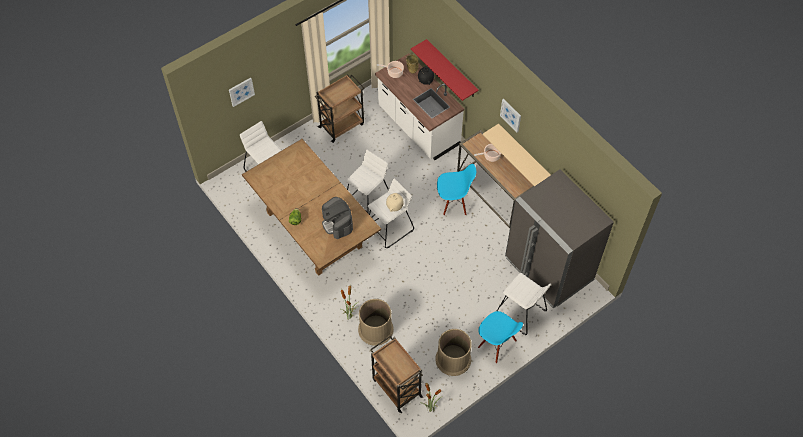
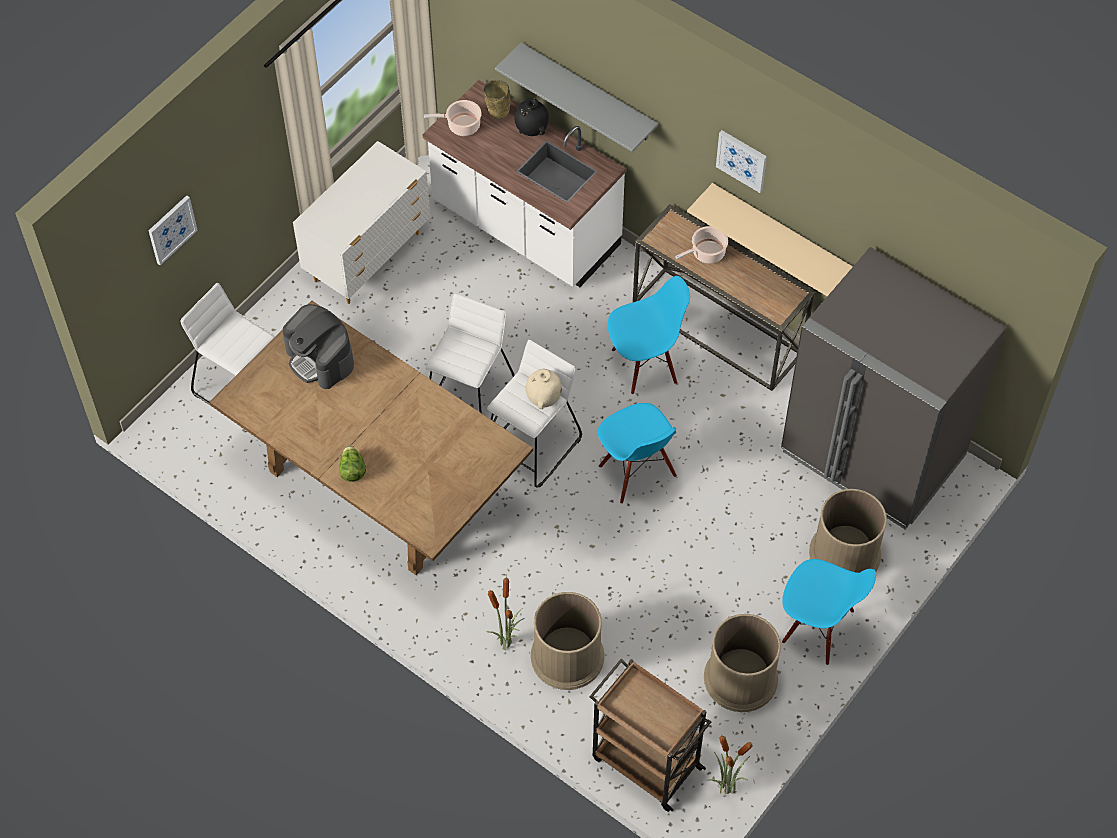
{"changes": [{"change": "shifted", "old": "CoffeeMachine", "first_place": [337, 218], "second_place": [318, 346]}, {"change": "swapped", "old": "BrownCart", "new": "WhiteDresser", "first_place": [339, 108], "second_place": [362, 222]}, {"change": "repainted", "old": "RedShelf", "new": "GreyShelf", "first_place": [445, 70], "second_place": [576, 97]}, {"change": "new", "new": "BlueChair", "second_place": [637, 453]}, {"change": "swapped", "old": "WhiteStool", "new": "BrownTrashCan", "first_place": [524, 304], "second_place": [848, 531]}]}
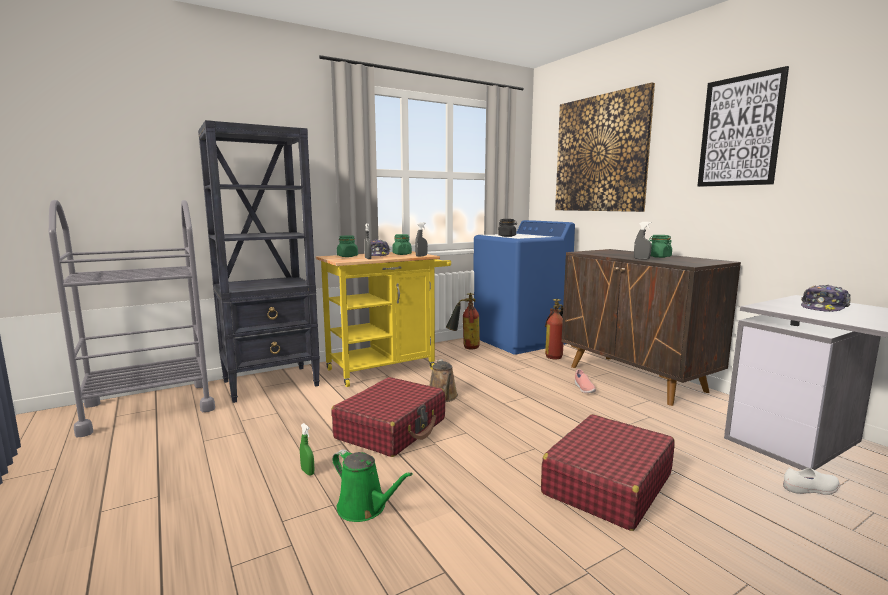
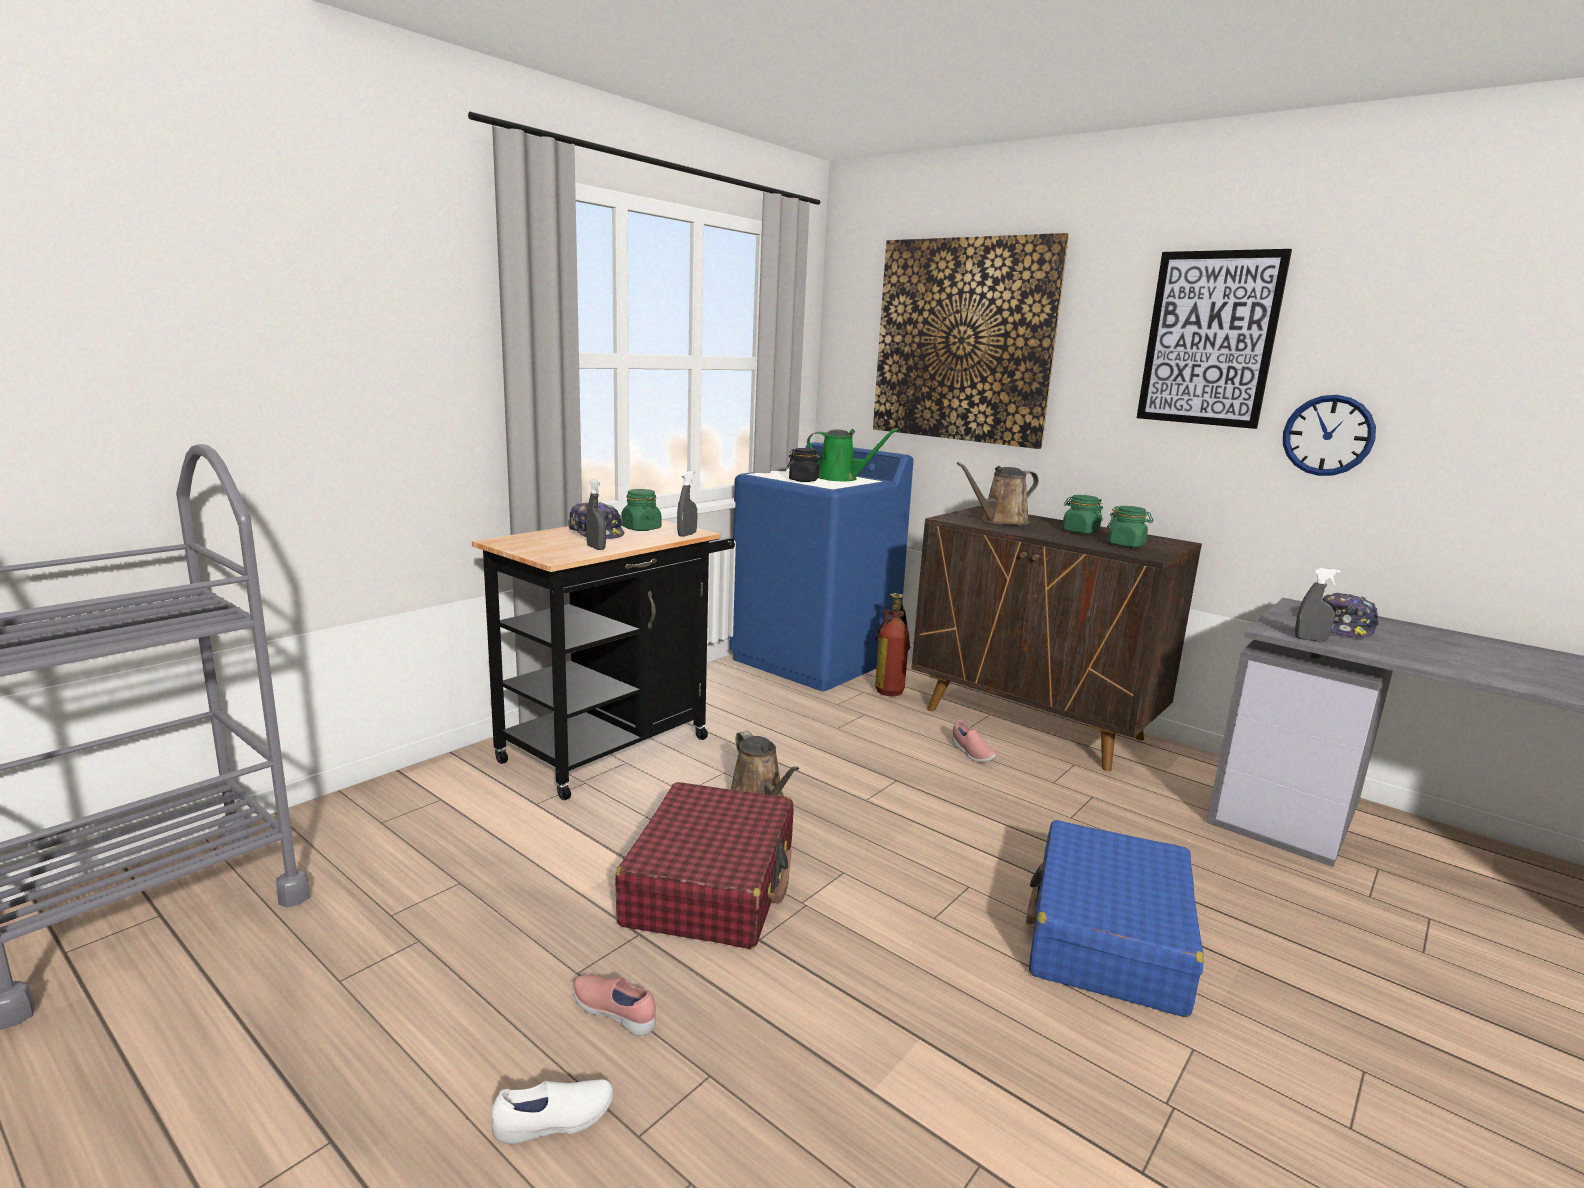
{"changes": [{"change": "repainted", "old": "YellowCart", "new": "BlackCart", "first_place": [383, 319], "second_place": [603, 660]}, {"change": "shifted", "old": "WhiteShoe", "first_place": [811, 481], "second_place": [552, 1111]}, {"change": "swapped", "old": "GreenSprayBottle", "new": "PinkShoe", "first_place": [307, 449], "second_place": [614, 1005]}, {"change": "shifted", "old": "GreenWateringCan", "first_place": [372, 485], "second_place": [853, 454]}, {"change": "new", "new": "BrownWateringCan", "second_place": [998, 493]}, {"change": "repainted", "old": "RedSuitcase", "new": "BlueSuitcase", "first_place": [608, 472], "second_place": [1115, 918]}, {"change": "shifted", "old": "GreenJar", "first_place": [347, 246], "second_place": [1130, 526]}, {"change": "new", "new": "WallClock", "second_place": [1329, 435]}, {"change": "shifted", "old": "GreySprayBottle", "first_place": [643, 241], "second_place": [1318, 604]}, {"change": "gone", "old": "BlackBookcase", "first_place": [259, 261]}, {"change": "gone", "old": "FireExtinguisher", "first_place": [463, 321]}]}
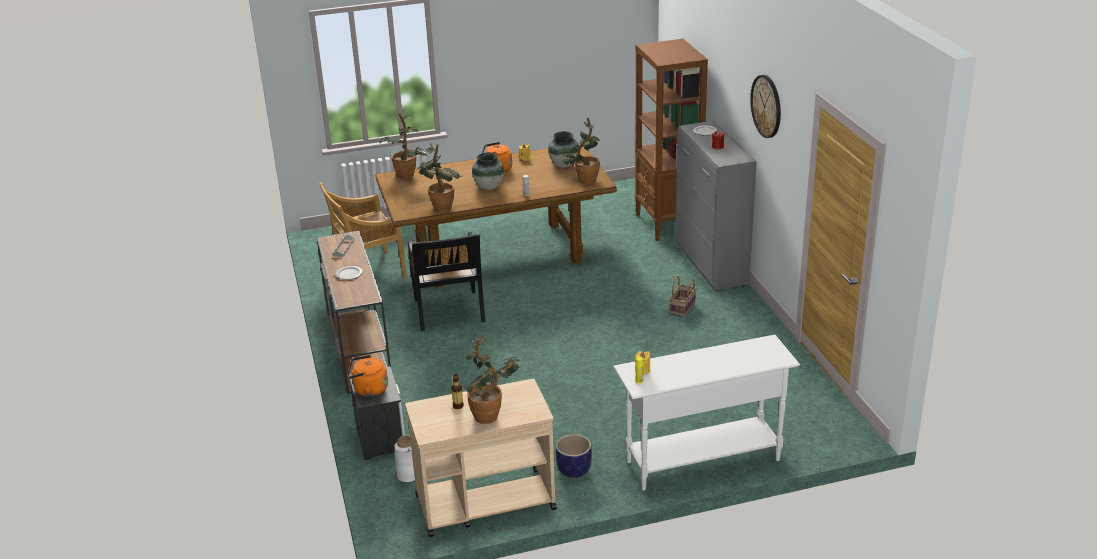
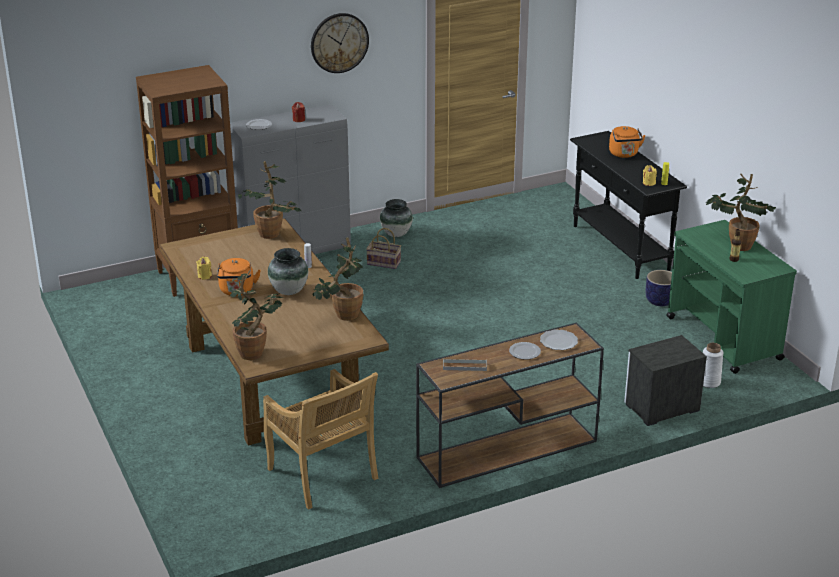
{"changes": [{"change": "shifted", "old": "Vase", "first_place": [563, 149], "second_place": [396, 218]}, {"change": "new", "new": "Plate", "second_place": [559, 340]}, {"change": "repainted", "old": "WhiteConsoleTable", "new": "BlackConsoleTable", "first_place": [706, 412], "second_place": [628, 205]}, {"change": "shifted", "old": "OrangeKettle", "first_place": [367, 376], "second_place": [627, 142]}, {"change": "repainted", "old": "BeigeCart", "new": "GreenCart", "first_place": [481, 458], "second_place": [731, 297]}, {"change": "gone", "old": "BlackChair", "first_place": [447, 281]}]}
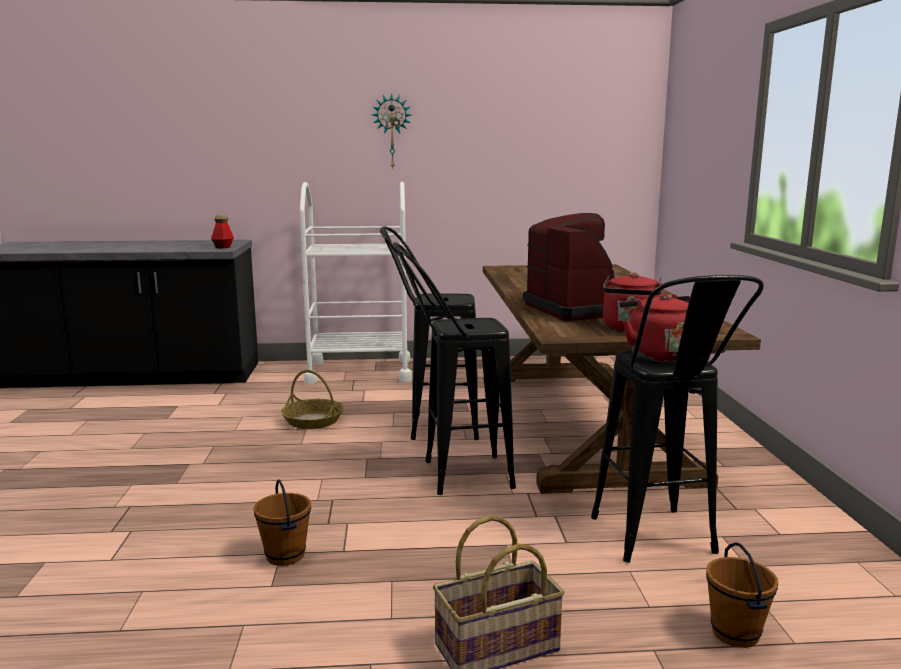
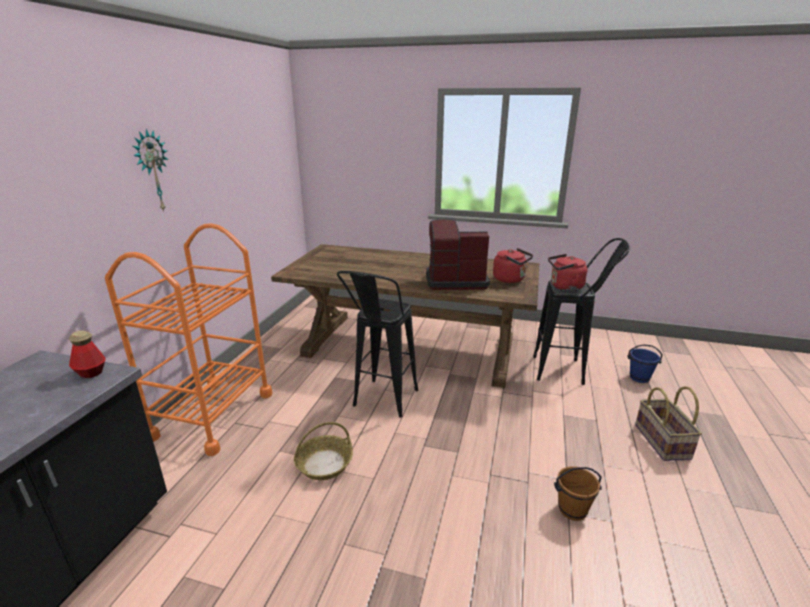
{"changes": [{"change": "repainted", "old": "WhiteCart", "new": "OrangeCart", "first_place": [356, 283], "second_place": [188, 339]}, {"change": "repainted", "old": "BrownBucket", "new": "BlueBucket", "first_place": [742, 595], "second_place": [645, 363]}, {"change": "gone", "old": "BlackStool", "first_place": [454, 368]}]}
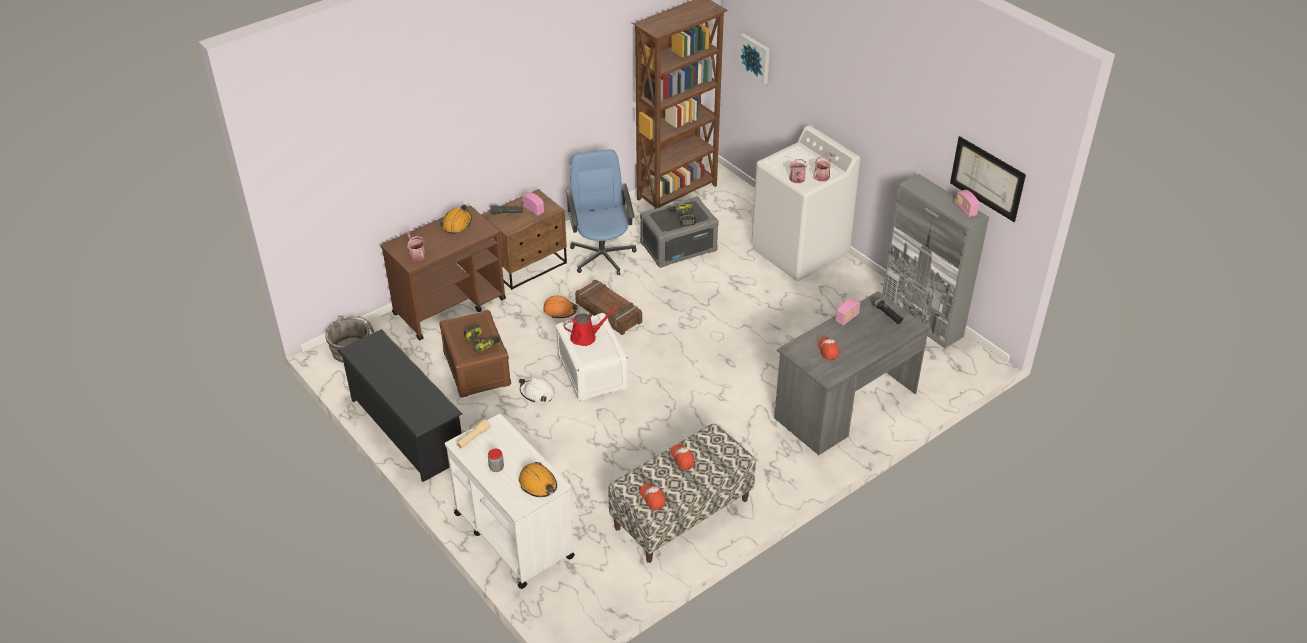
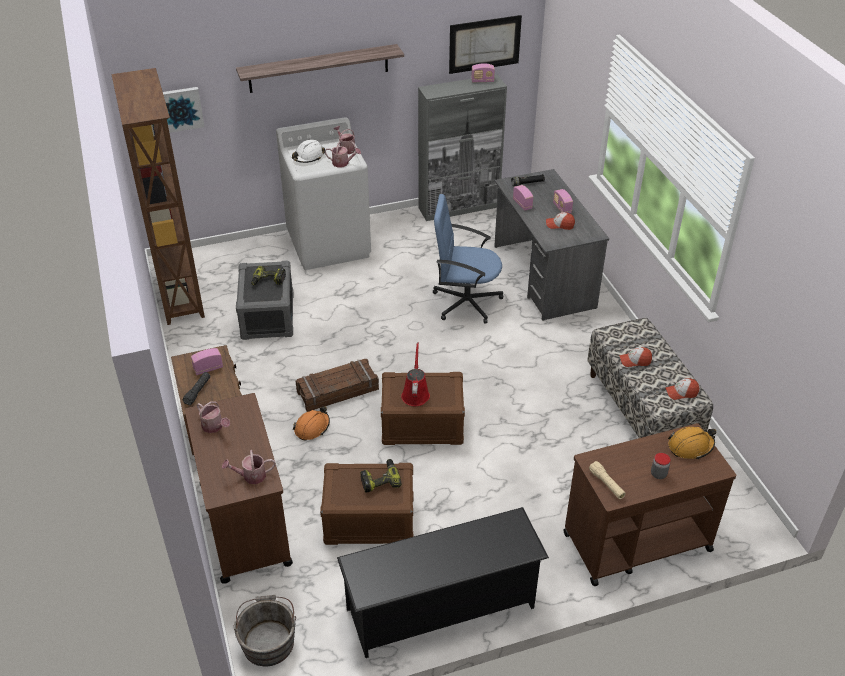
{"changes": [{"change": "swapped", "old": "OrangeHardHat", "new": "WateringCan", "first_place": [456, 219], "second_place": [213, 417]}, {"change": "new", "new": "Shelf", "second_place": [320, 68]}, {"change": "shifted", "old": "WhiteHardHat", "first_place": [537, 390], "second_place": [308, 151]}, {"change": "repainted", "old": "WhiteStorageBox", "new": "BrownStorageBox", "first_place": [592, 357], "second_place": [423, 408]}, {"change": "shifted", "old": "BlueOfficeChair", "first_place": [601, 212], "second_place": [468, 259]}, {"change": "new", "new": "Radio", "second_place": [563, 201]}, {"change": "repainted", "old": "WhiteCart", "new": "BrownCart", "first_place": [510, 501], "second_place": [650, 504]}]}
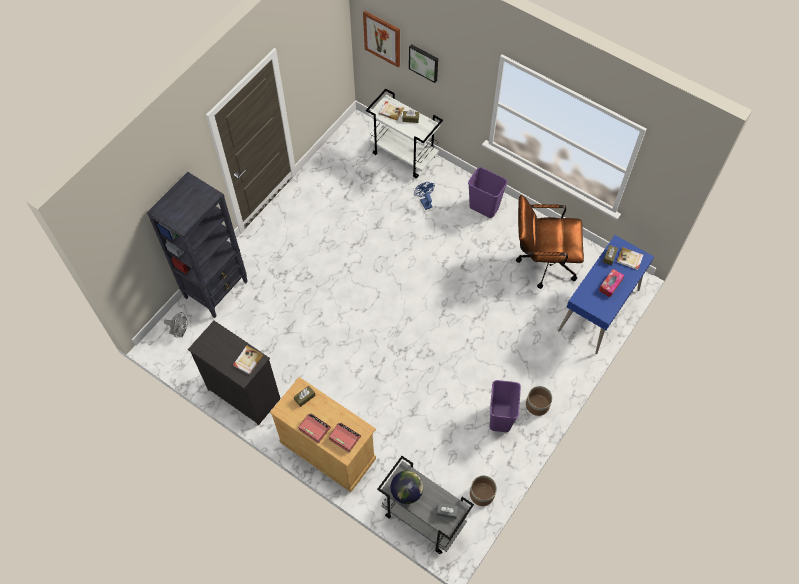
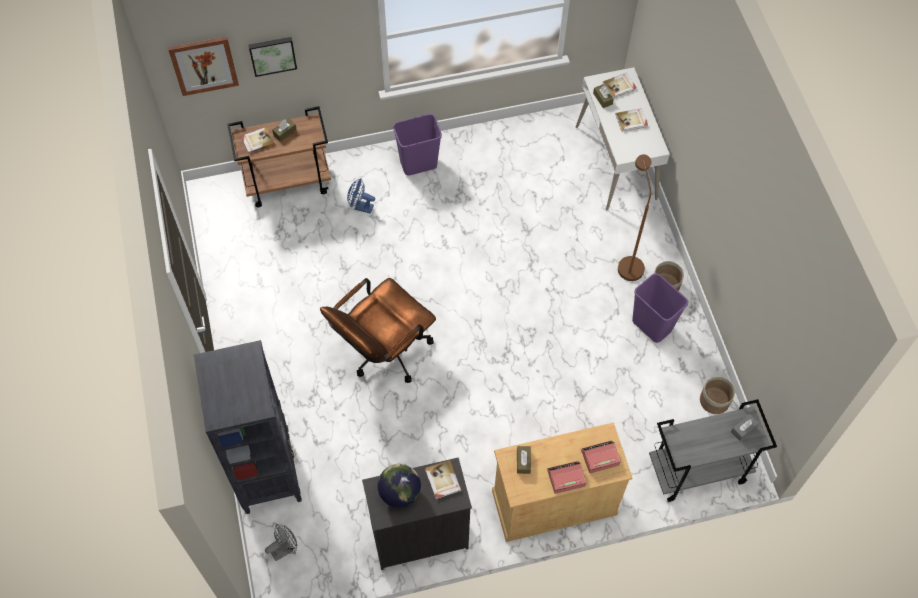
{"changes": [{"change": "repainted", "old": "WhiteCart", "new": "BrownCart", "first_place": [404, 133], "second_place": [279, 156]}, {"change": "shifted", "old": "BrownOfficeChair", "first_place": [550, 242], "second_place": [378, 330]}, {"change": "shifted", "old": "Globe", "first_place": [407, 487], "second_place": [399, 486]}, {"change": "repainted", "old": "BlueDesk", "new": "WhiteDesk", "first_place": [606, 294], "second_place": [623, 139]}, {"change": "swapped", "old": "TissueBox", "new": "Book", "first_place": [612, 283], "second_place": [631, 120]}, {"change": "new", "new": "BrownFloorLamp", "second_place": [634, 217]}]}
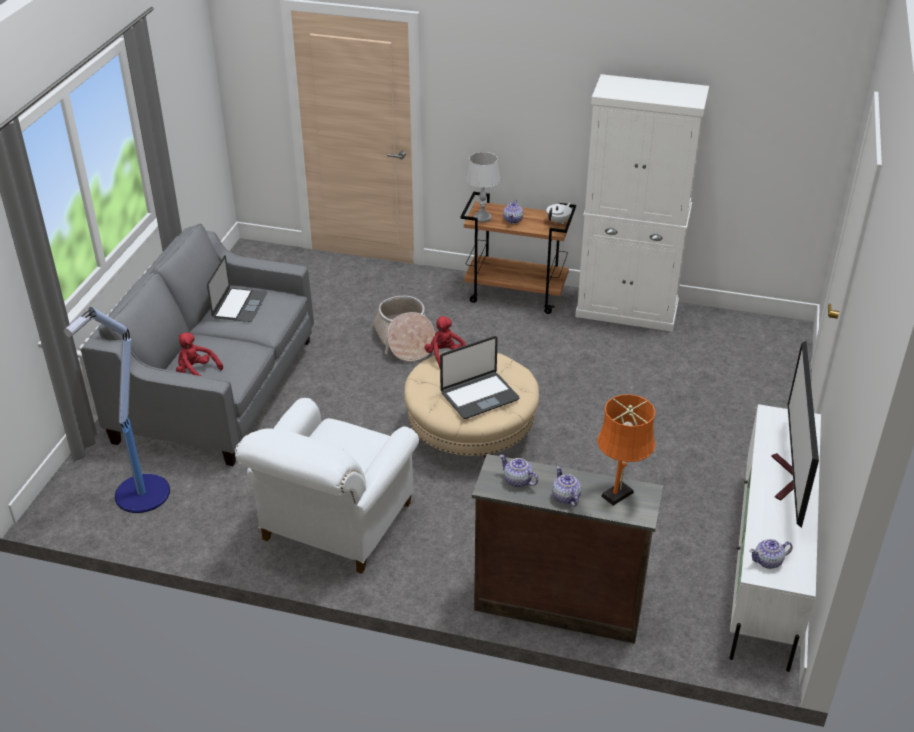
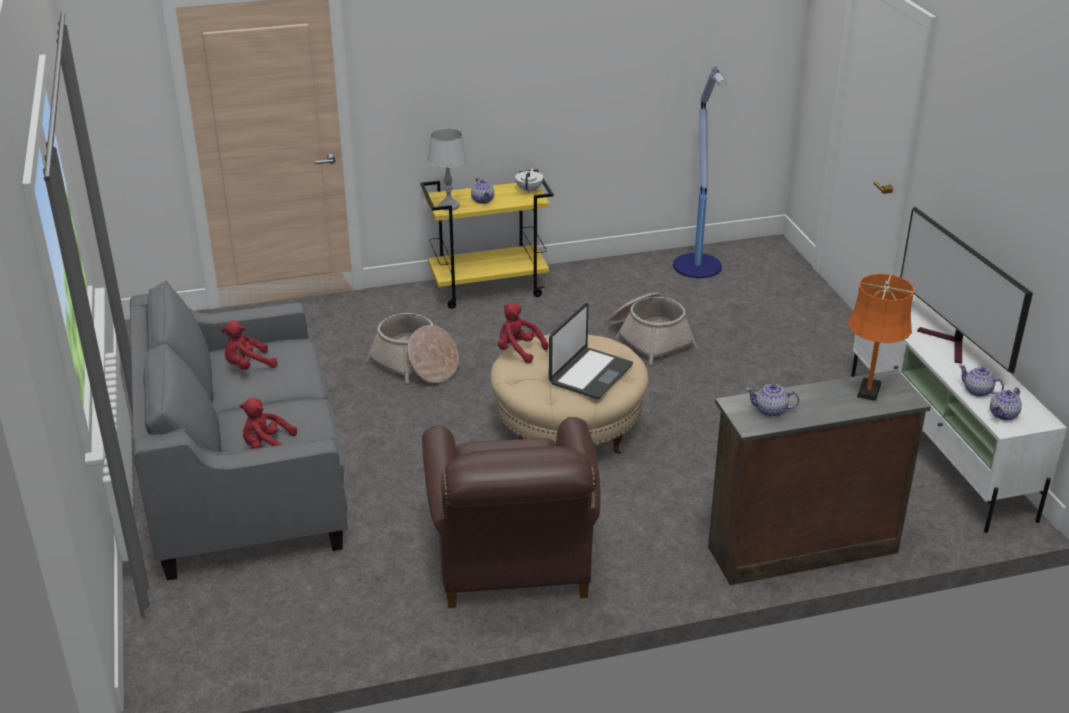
{"changes": [{"change": "swapped", "old": "Laptop", "new": "RedPlushToy", "first_place": [237, 288], "second_place": [249, 345]}, {"change": "repainted", "old": "BrownCart", "new": "YellowCart", "first_place": [518, 253], "second_place": [486, 239]}, {"change": "repainted", "old": "WhiteArmchair", "new": "BrownArmchair", "first_place": [327, 486], "second_place": [511, 512]}, {"change": "new", "new": "Basket", "second_place": [653, 328]}, {"change": "shifted", "old": "FloorLamp", "first_place": [117, 410], "second_place": [700, 172]}, {"change": "shifted", "old": "Teapot", "first_place": [567, 486], "second_place": [981, 381]}, {"change": "gone", "old": "WhiteCabinet", "first_place": [642, 203]}]}
